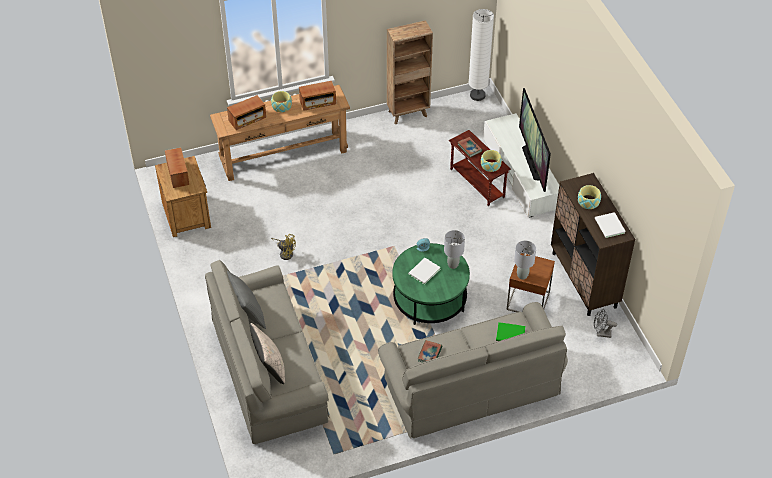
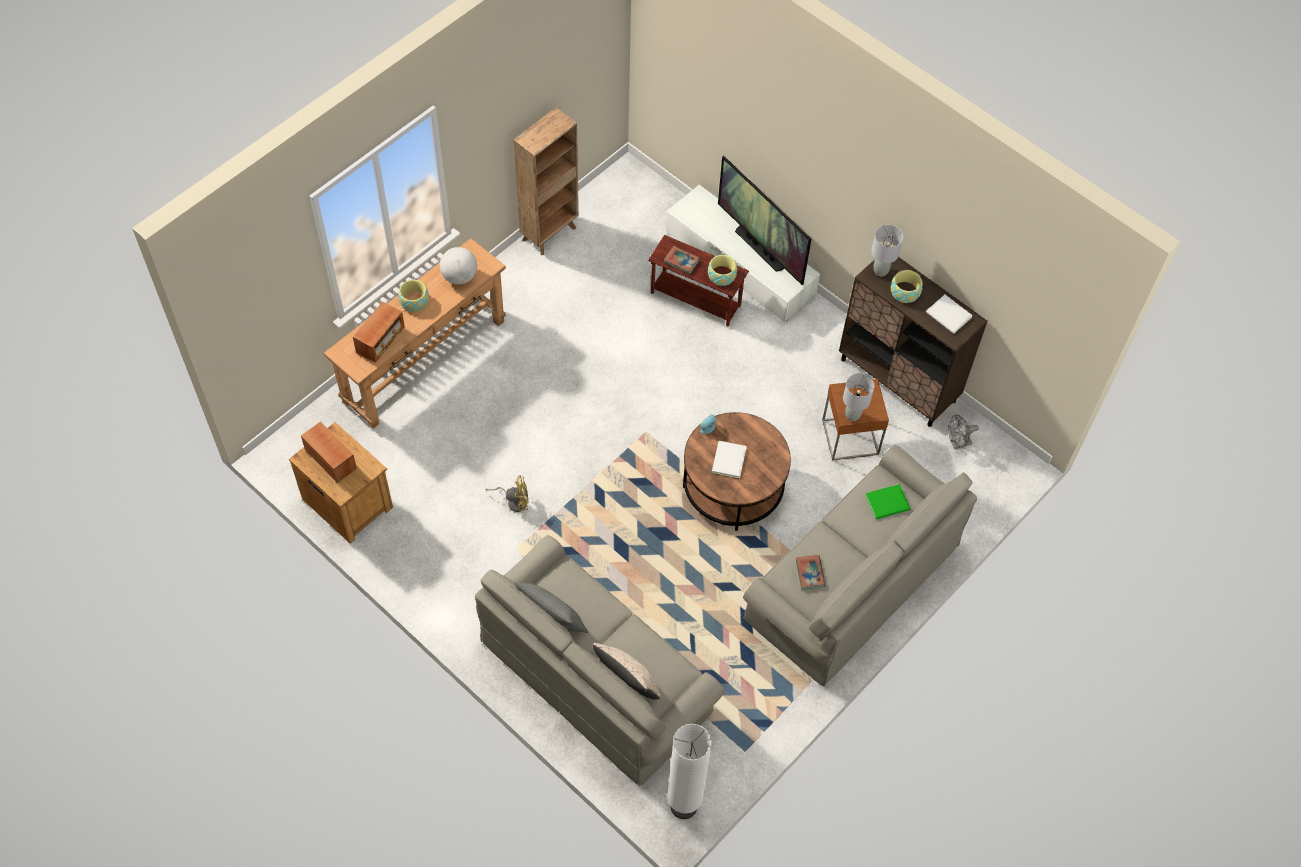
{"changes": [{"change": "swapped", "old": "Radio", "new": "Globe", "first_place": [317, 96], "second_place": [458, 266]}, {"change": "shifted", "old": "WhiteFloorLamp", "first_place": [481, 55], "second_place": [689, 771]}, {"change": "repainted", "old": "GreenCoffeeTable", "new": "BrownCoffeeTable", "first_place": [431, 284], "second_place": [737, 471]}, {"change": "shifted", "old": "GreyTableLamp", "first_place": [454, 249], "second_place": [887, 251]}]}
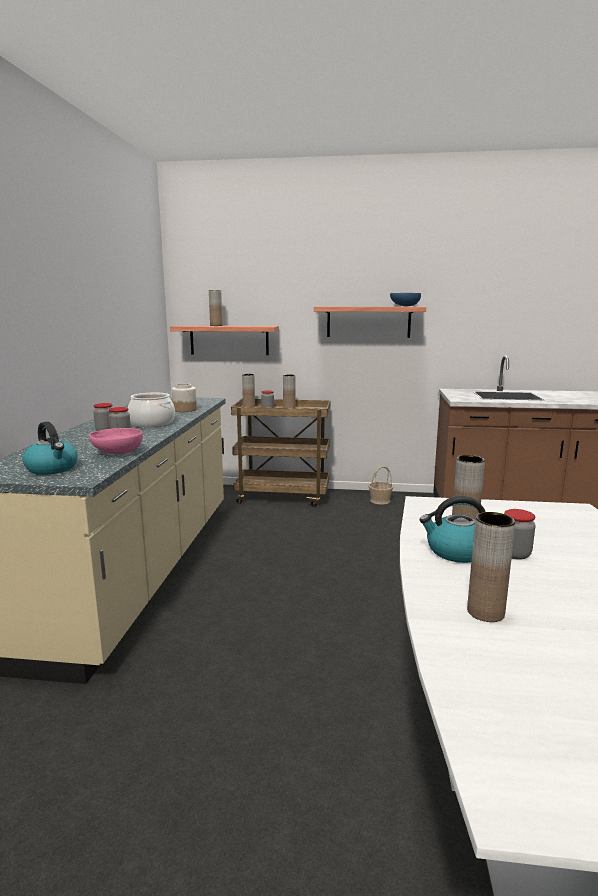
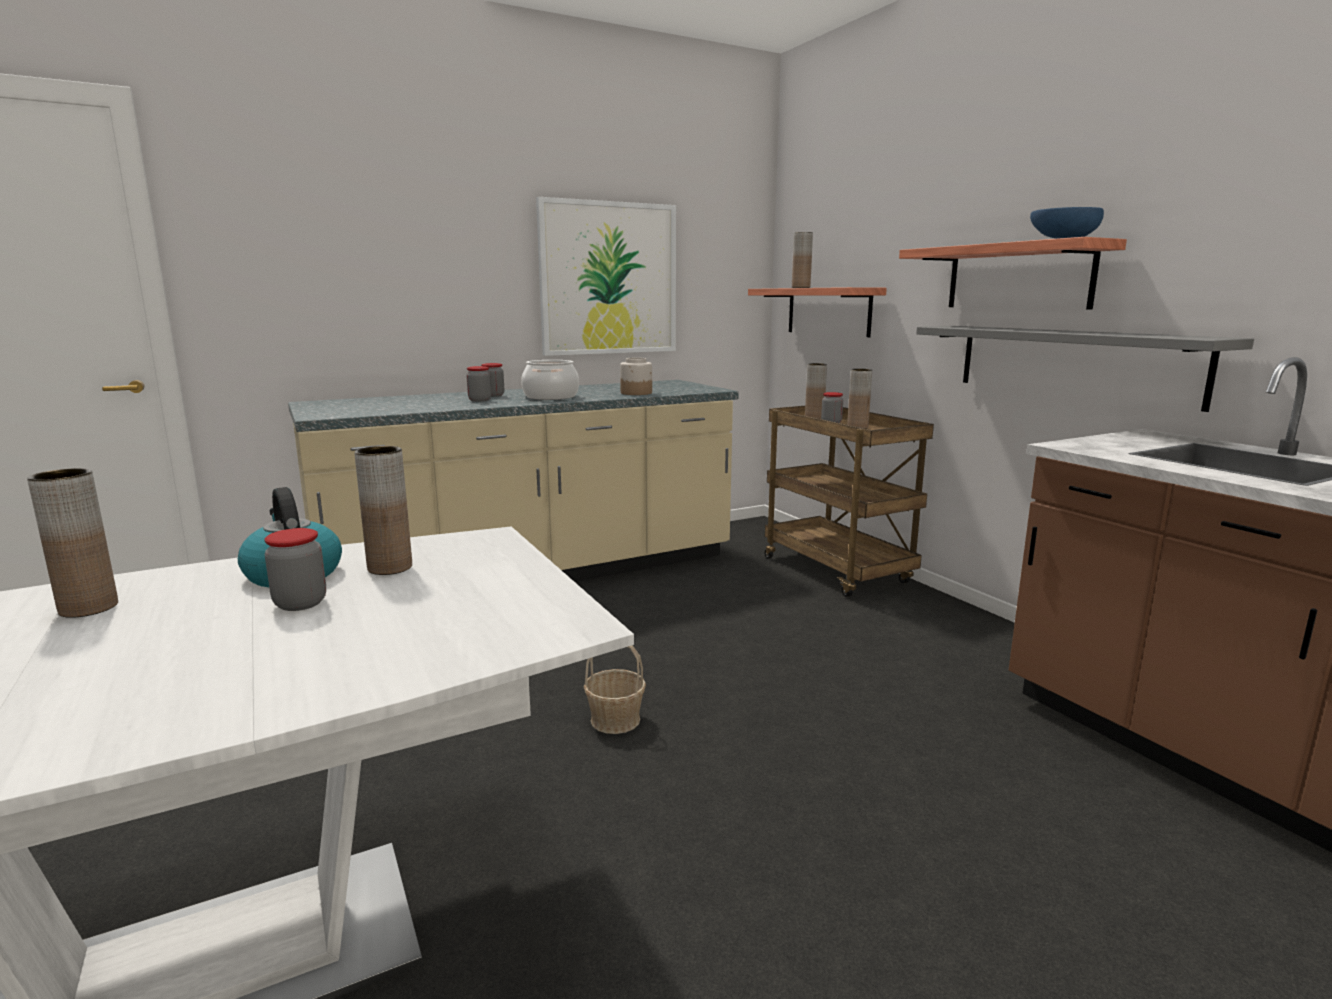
{"changes": [{"change": "new", "new": "Picture", "second_place": [606, 276]}, {"change": "shifted", "old": "Basket", "first_place": [380, 485], "second_place": [615, 690]}, {"change": "new", "new": "GreyShelf", "second_place": [1085, 369]}, {"change": "gone", "old": "Kettle", "first_place": [50, 448]}, {"change": "gone", "old": "PinkBowl", "first_place": [116, 441]}]}
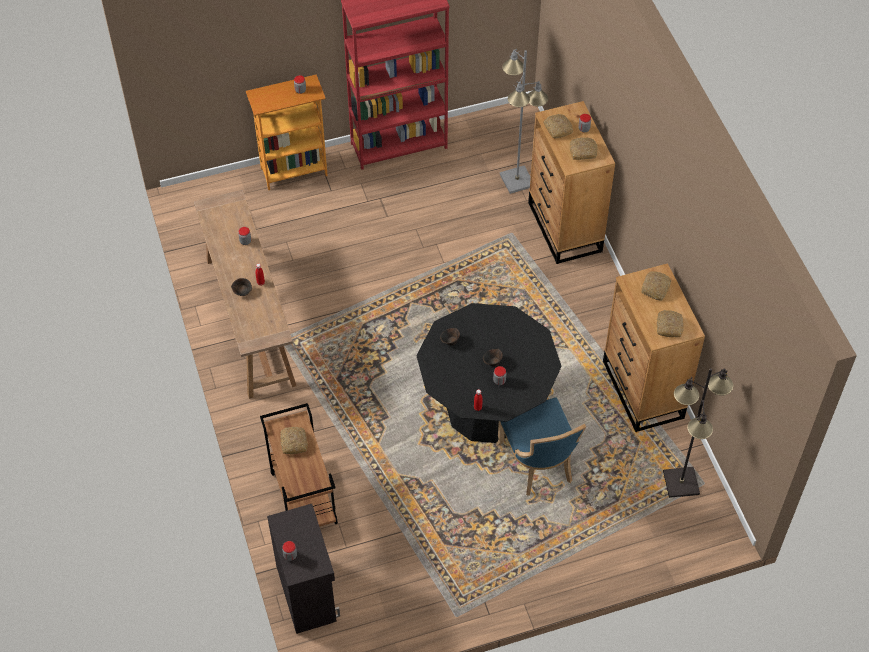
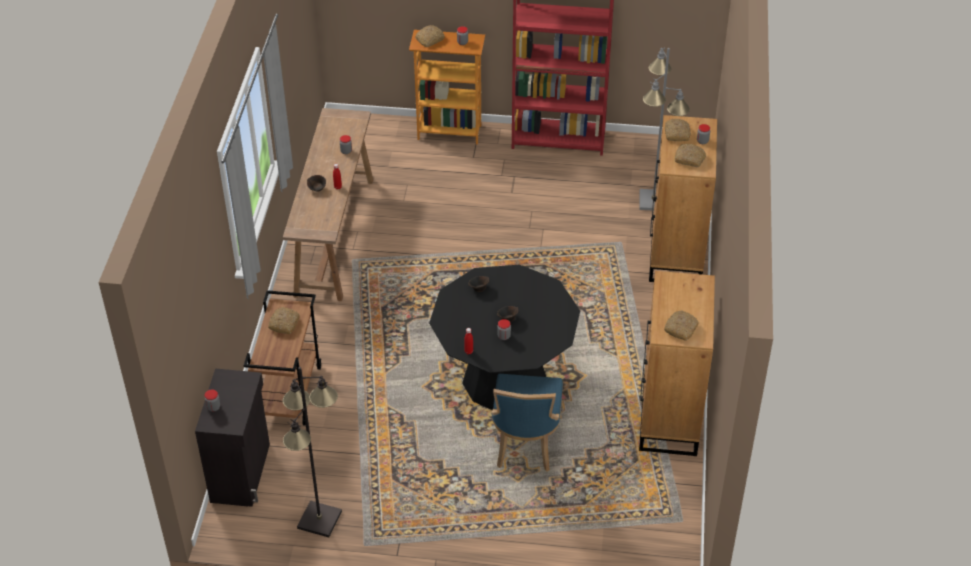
{"changes": [{"change": "shifted", "old": "BlackFloorLamp", "first_place": [698, 433], "second_place": [312, 452]}, {"change": "shifted", "old": "Bread", "first_place": [656, 285], "second_place": [430, 36]}]}
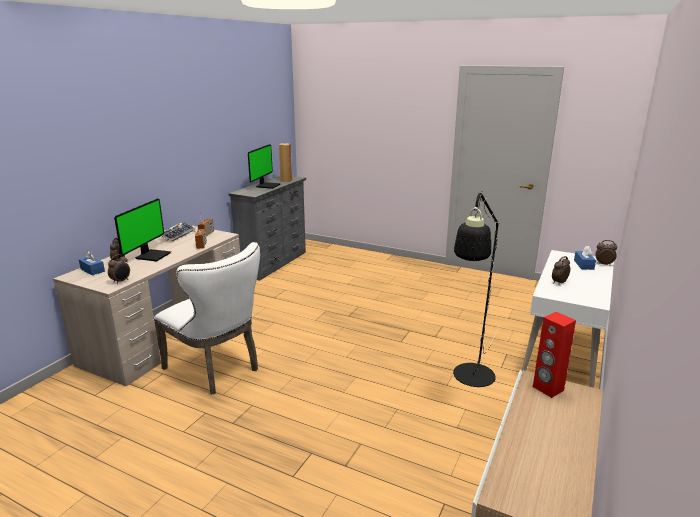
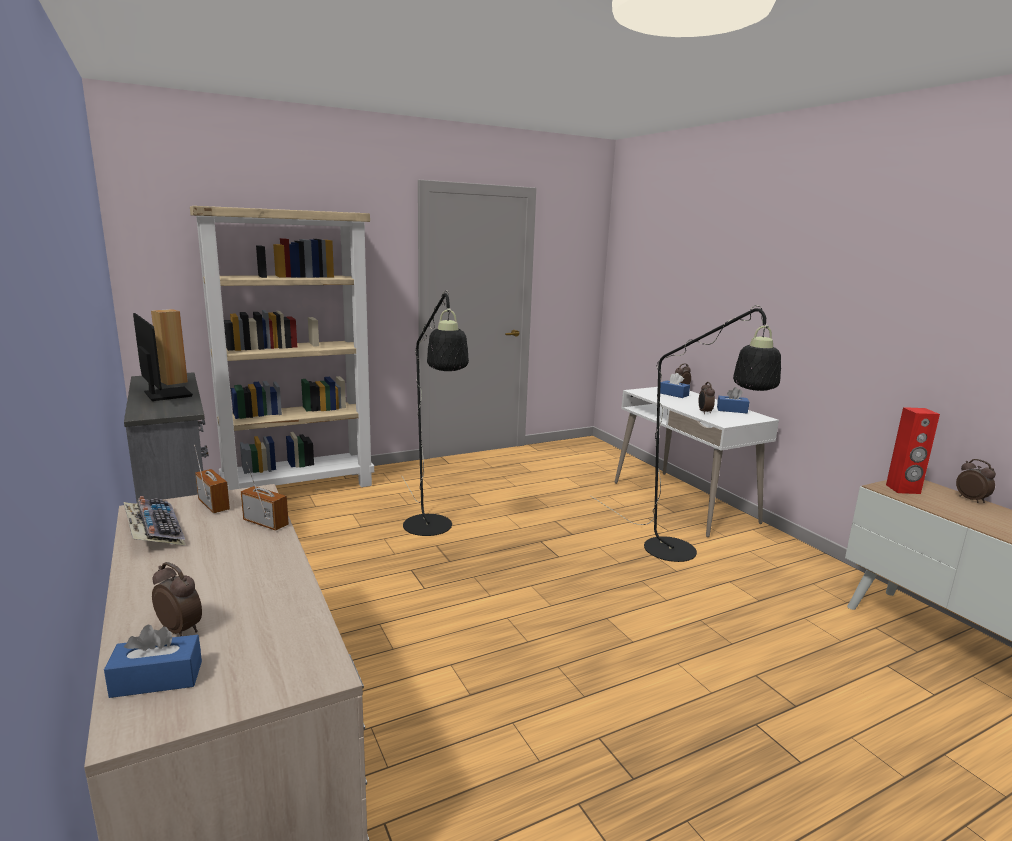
{"changes": [{"change": "new", "new": "BeigeBookcase", "second_place": [282, 348]}, {"change": "new", "new": "BlackFloorLamp", "second_place": [435, 413]}, {"change": "new", "new": "BlueTissueBox", "second_place": [733, 400]}, {"change": "shifted", "old": "AlarmClock", "first_place": [119, 269], "second_place": [976, 481]}, {"change": "gone", "old": "Monitor", "first_place": [142, 230]}, {"change": "gone", "old": "WhiteChair", "first_place": [207, 318]}]}
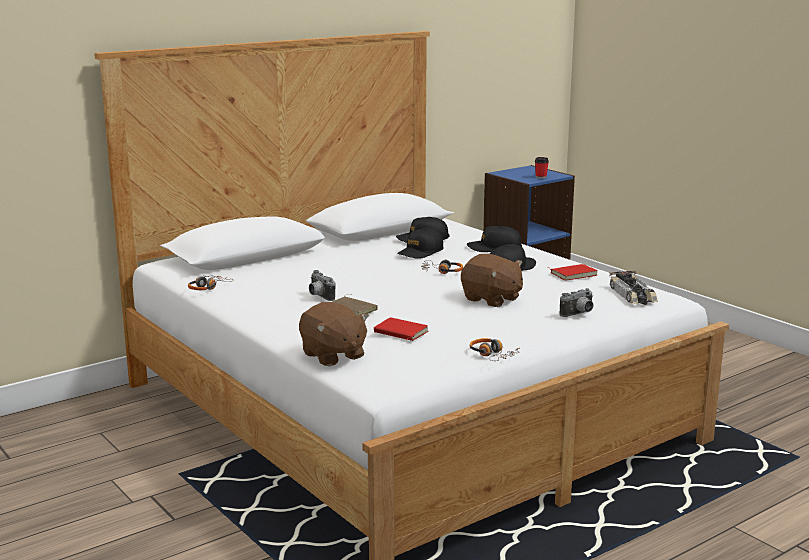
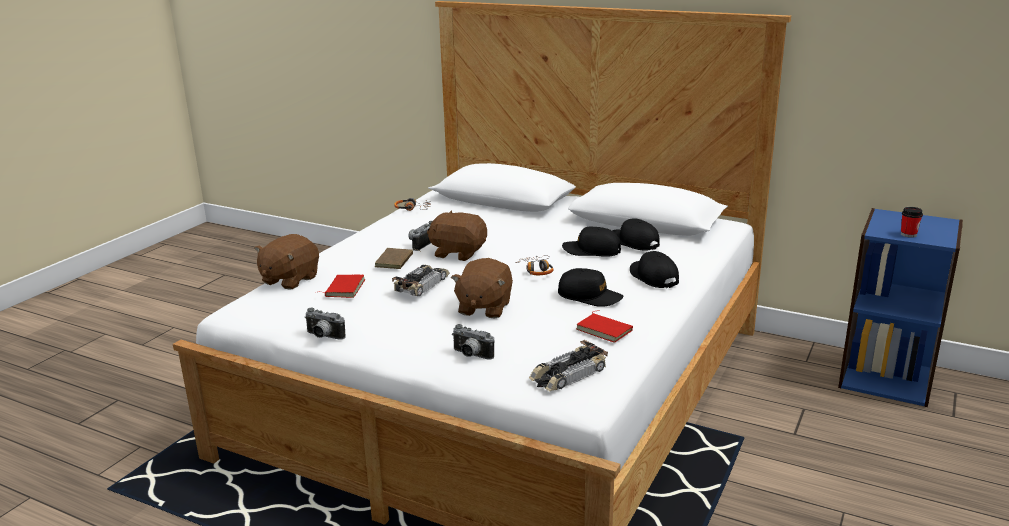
{"changes": [{"change": "swapped", "old": "Headphones", "new": "PhotoCamera", "first_place": [495, 349], "second_place": [325, 324]}, {"change": "new", "new": "ToyCar", "second_place": [421, 280]}, {"change": "new", "new": "BrownPlushToy", "second_place": [457, 236]}]}
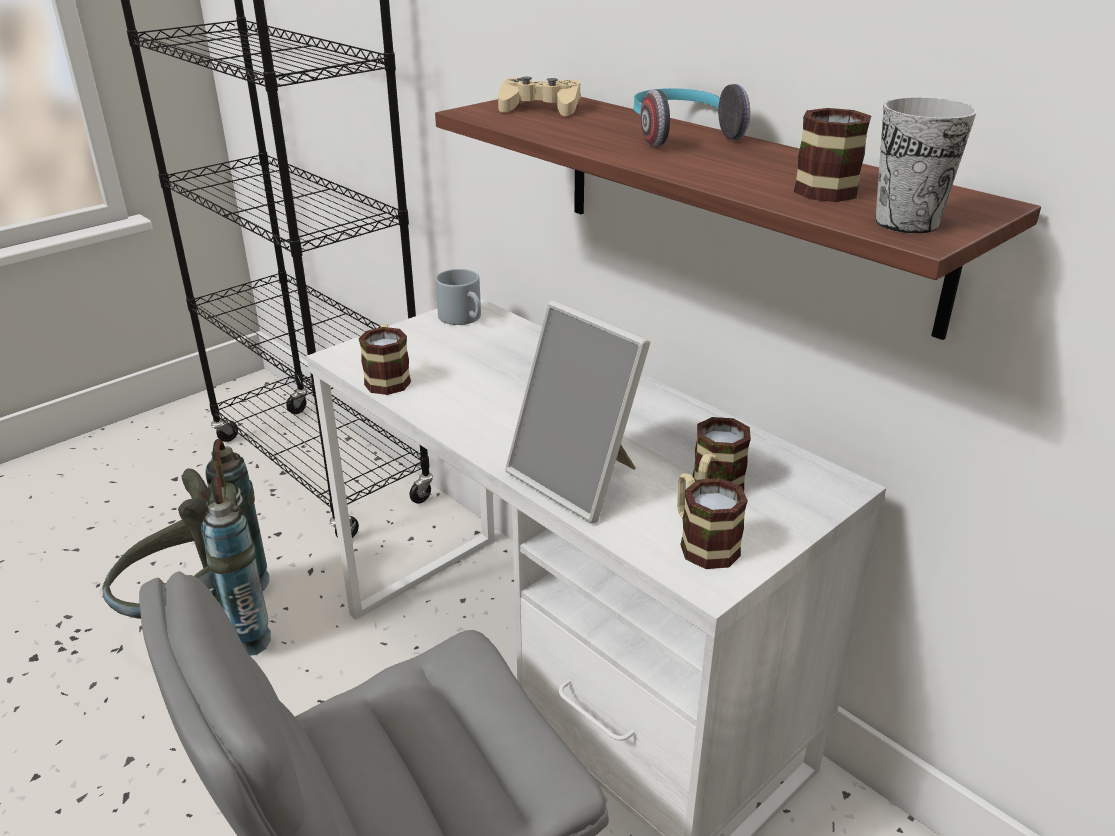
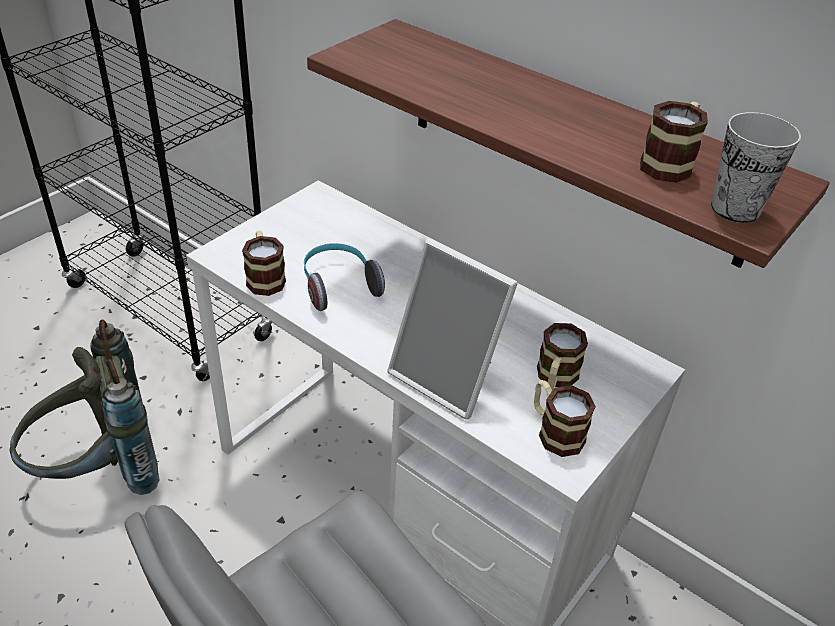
{"changes": [{"change": "shifted", "old": "Headphones", "first_place": [691, 115], "second_place": [344, 277]}, {"change": "gone", "old": "GreyMug", "first_place": [458, 297]}, {"change": "gone", "old": "BeigeGameController", "first_place": [539, 96]}]}
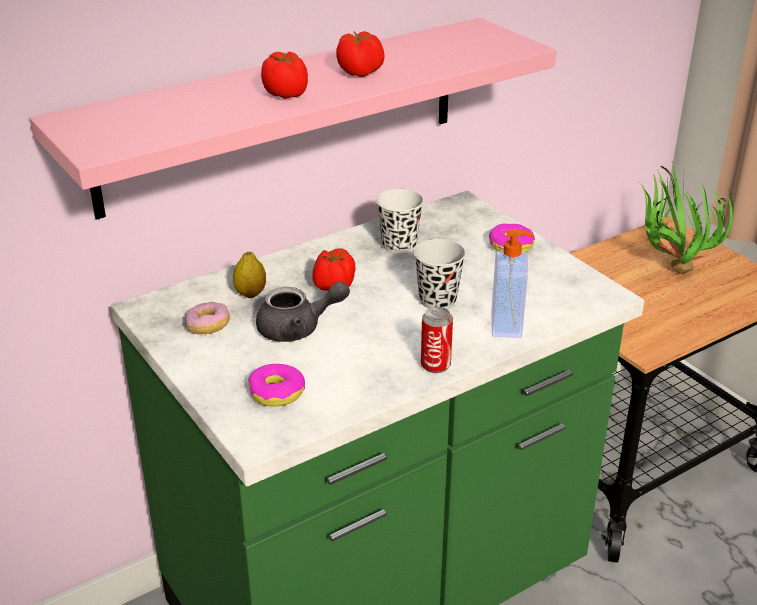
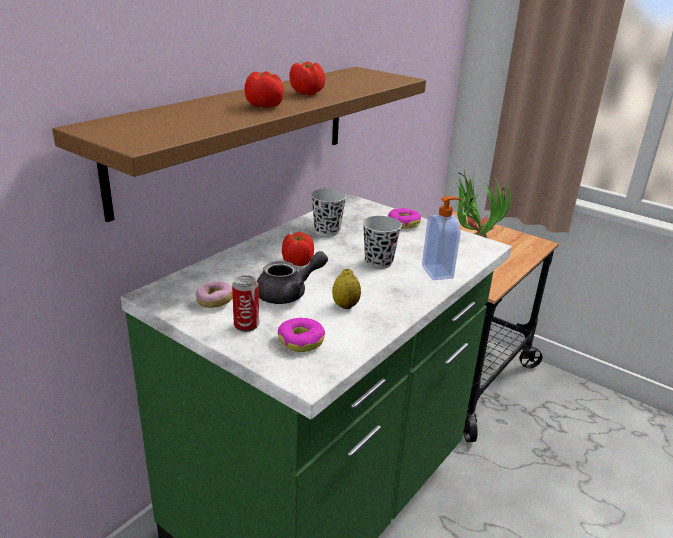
{"changes": [{"change": "repainted", "old": "PinkShelf", "new": "BrownShelf", "first_place": [292, 119], "second_place": [239, 144]}, {"change": "shifted", "old": "Can", "first_place": [437, 340], "second_place": [245, 303]}, {"change": "shifted", "old": "Lemon", "first_place": [249, 275], "second_place": [346, 288]}]}
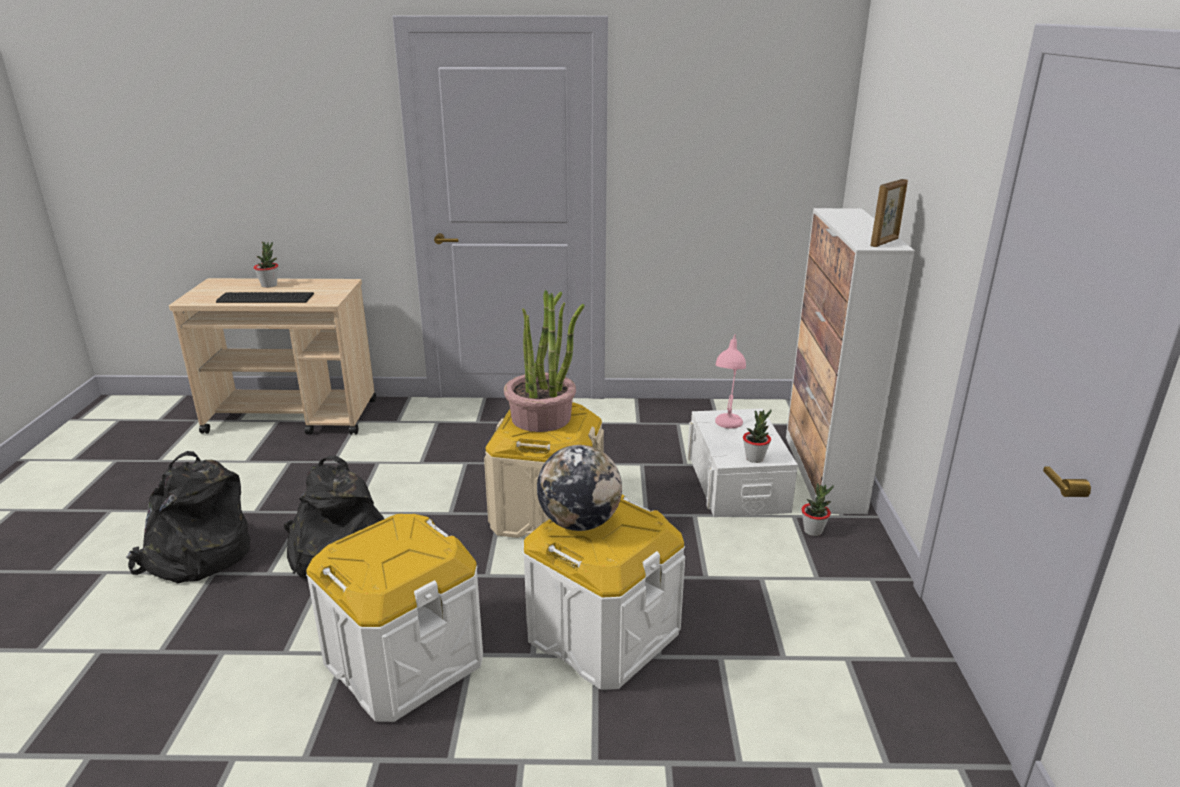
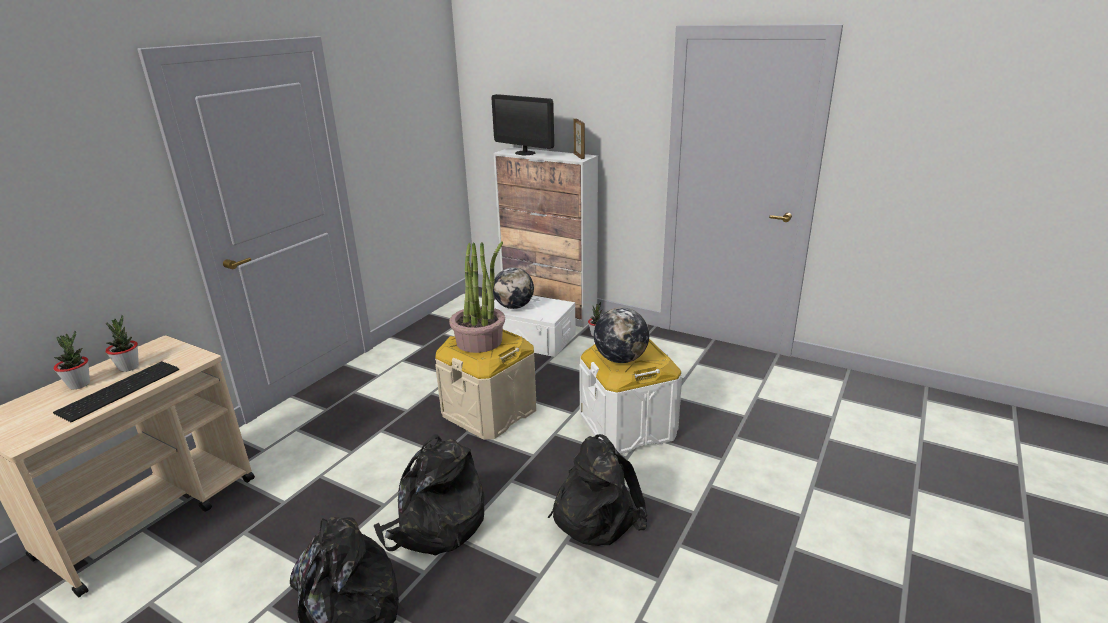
{"changes": [{"change": "shifted", "old": "PottedPlant", "first_place": [757, 436], "second_place": [122, 343]}, {"change": "new", "new": "Monitor", "second_place": [522, 124]}, {"change": "swapped", "old": "PinkTableLamp", "new": "Globe", "first_place": [730, 381], "second_place": [513, 288]}, {"change": "swapped", "old": "WhiteStorageBox", "new": "BlackBackpack", "first_place": [394, 618], "second_place": [597, 490]}]}
